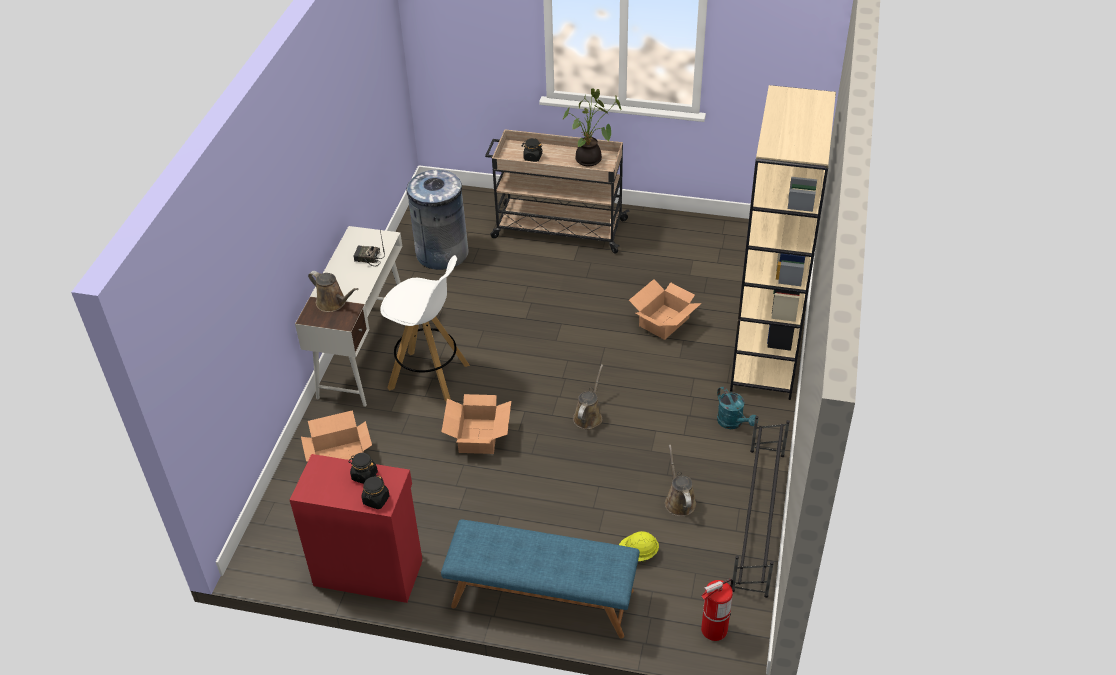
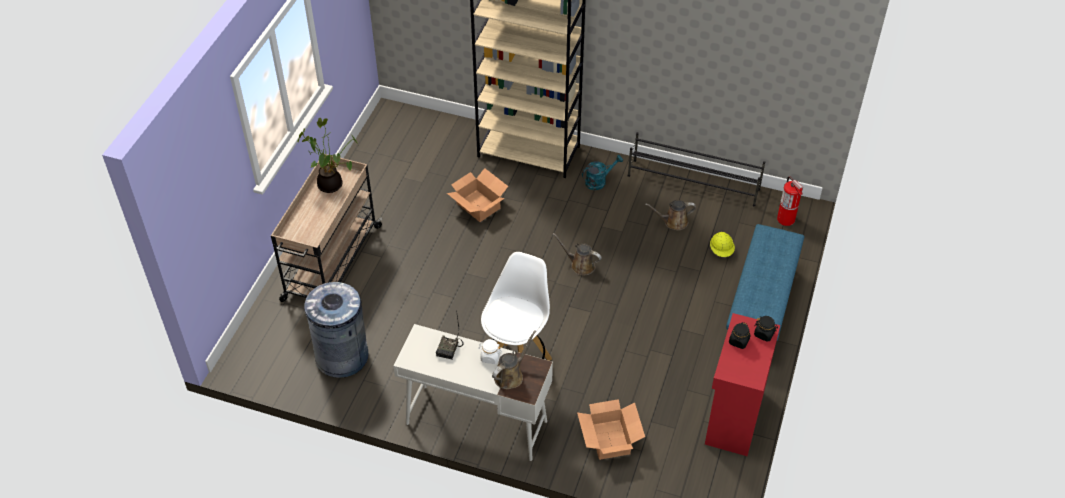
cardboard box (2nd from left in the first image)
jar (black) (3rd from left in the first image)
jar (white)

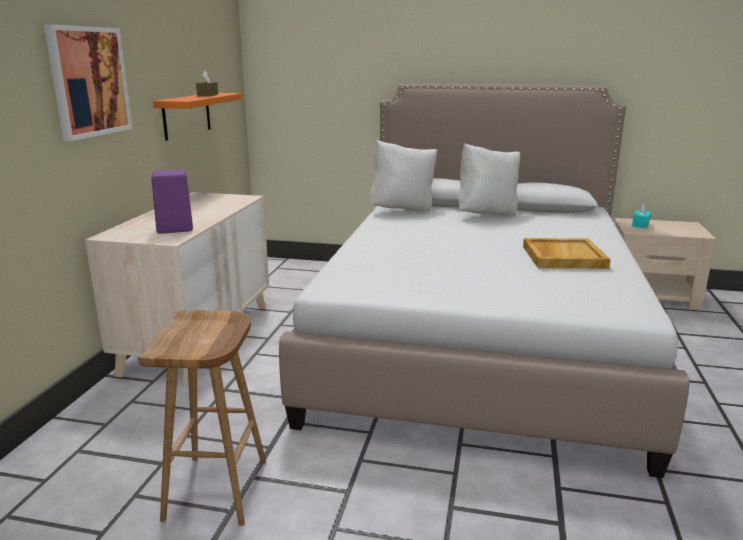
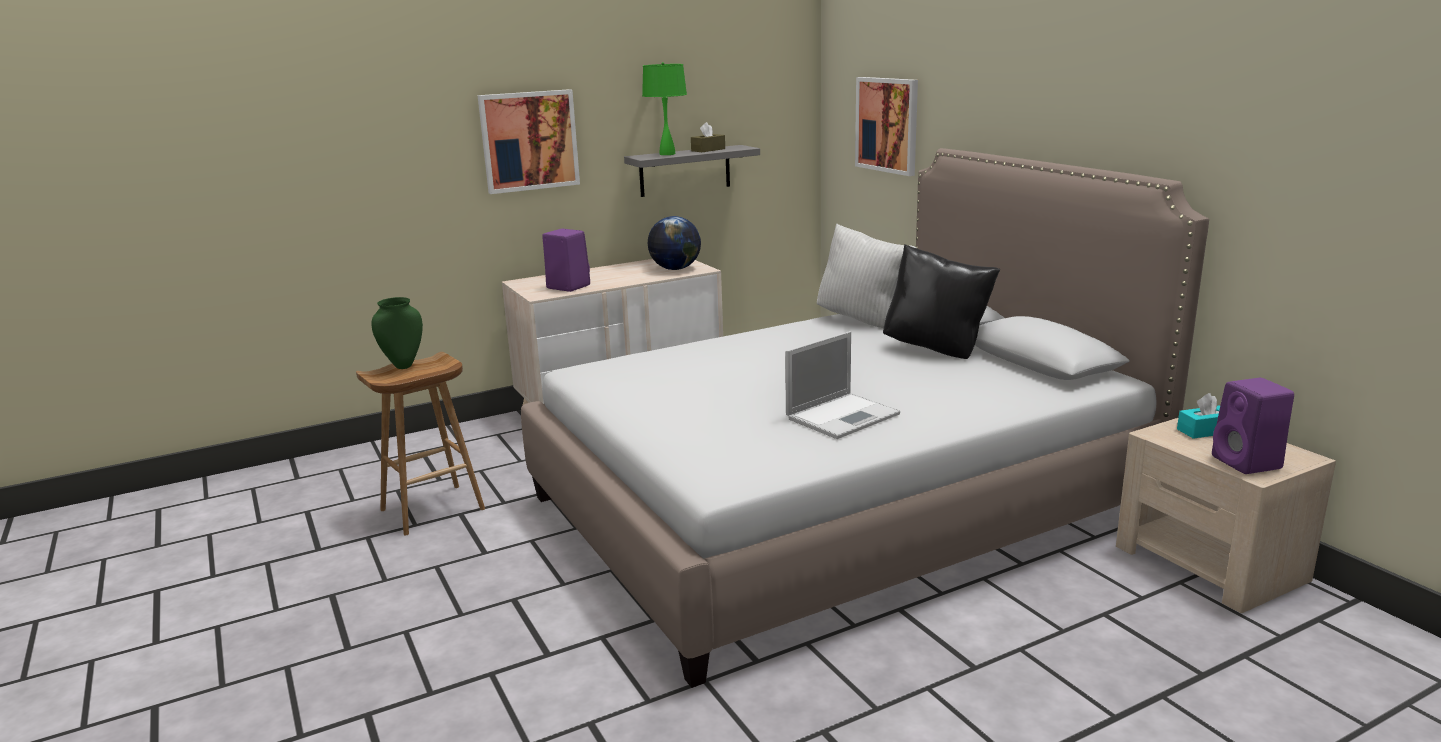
shelf (grey)
pillow (black)
laptop
vase (green)
table lamp (green)
globe
picture (2nd from left)
speaker (purple) (2nd from left)

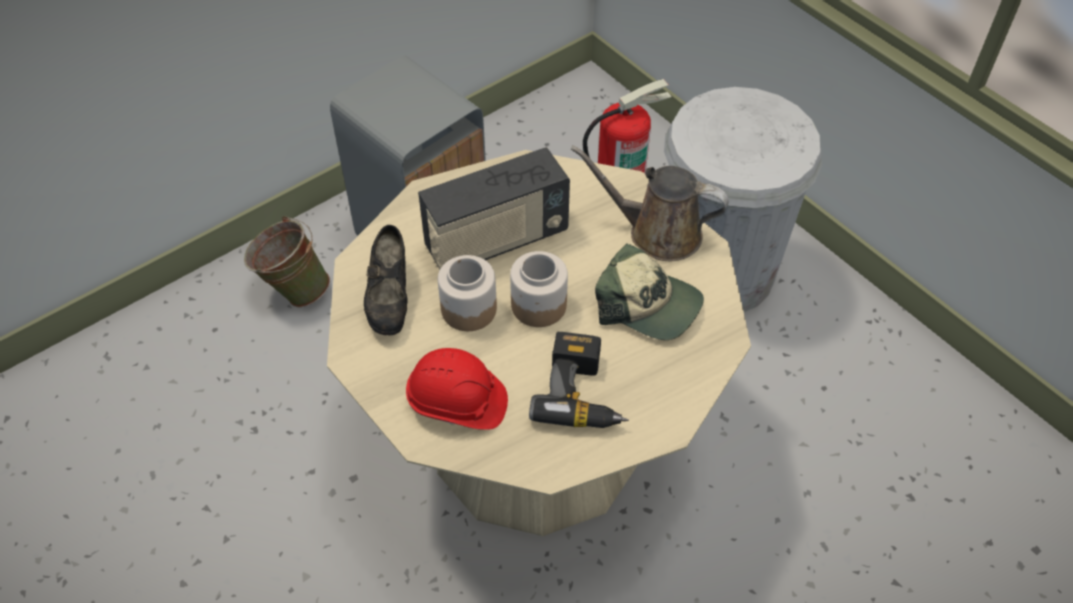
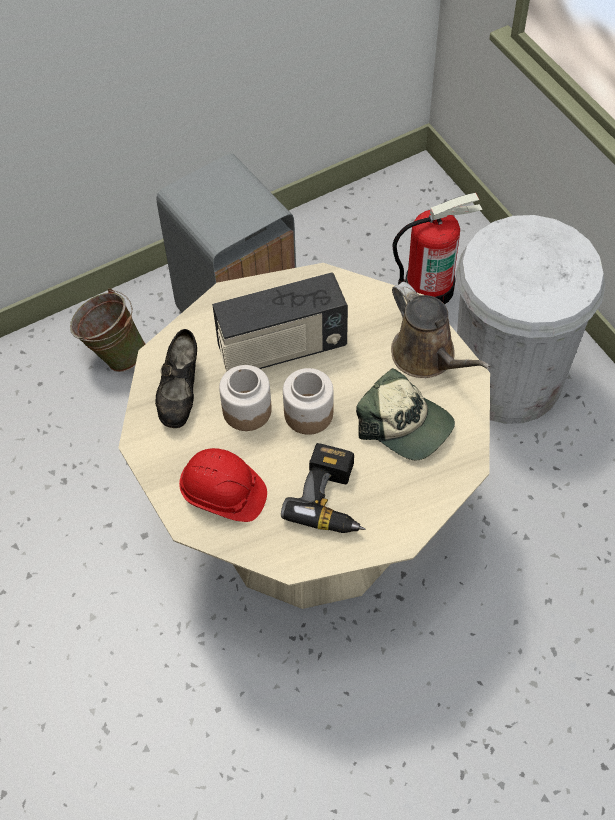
watering can (brown)

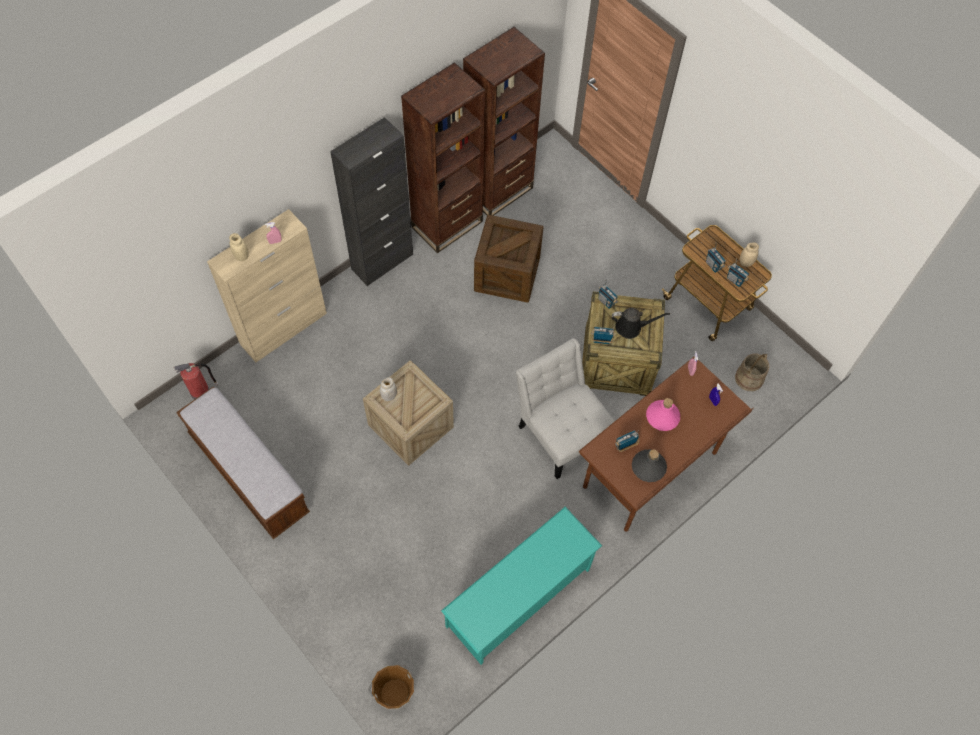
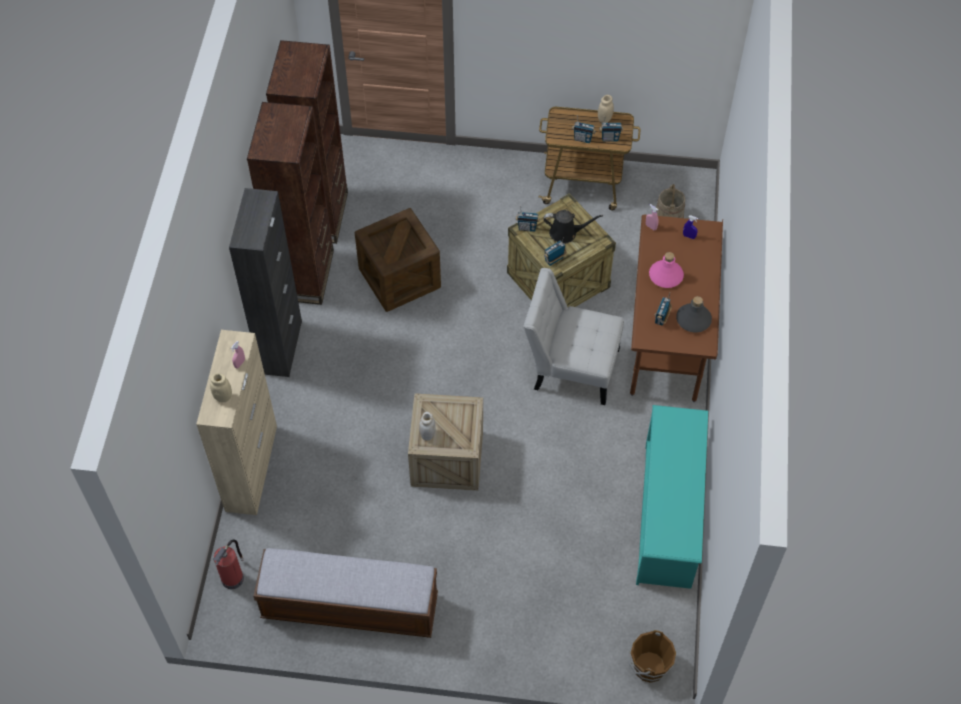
watering can (black)

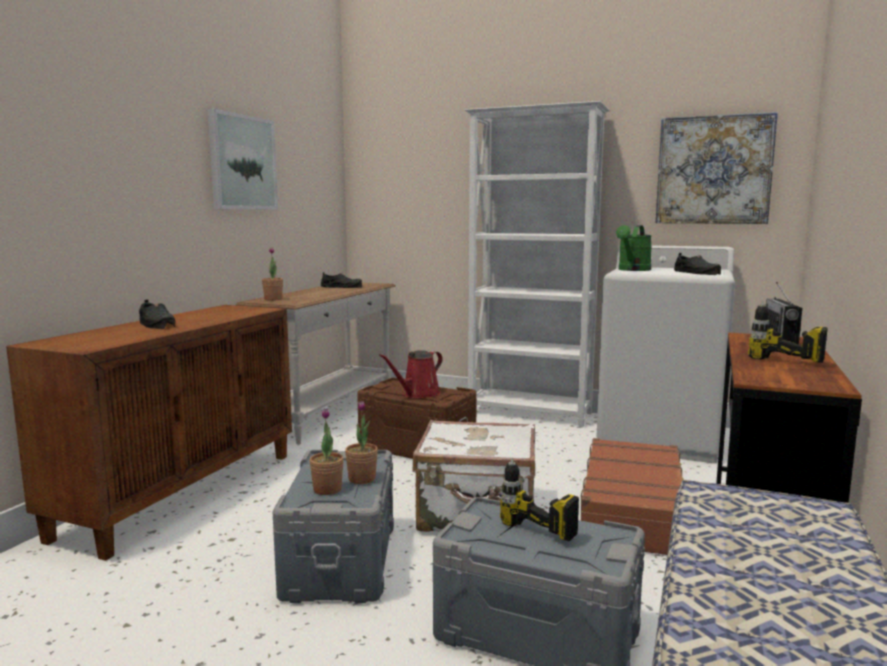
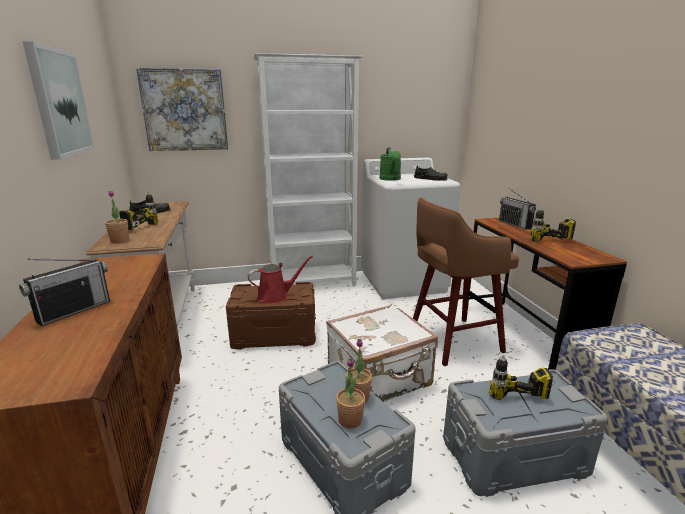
radio (1st from left)
watering can (red)
stool (brown)
picture (2nd from left)
power drill (1st from left)

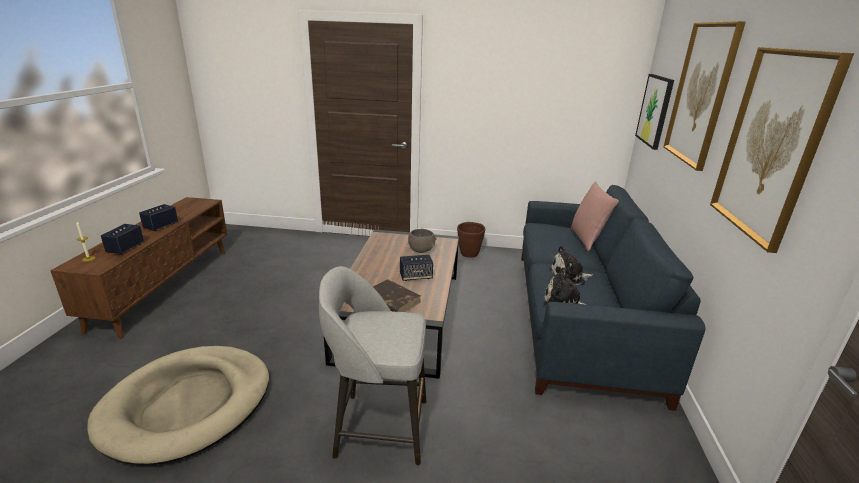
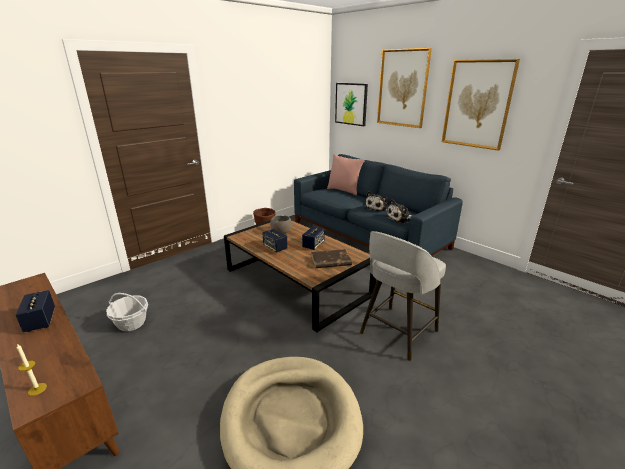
speaker (2nd from left)
basket

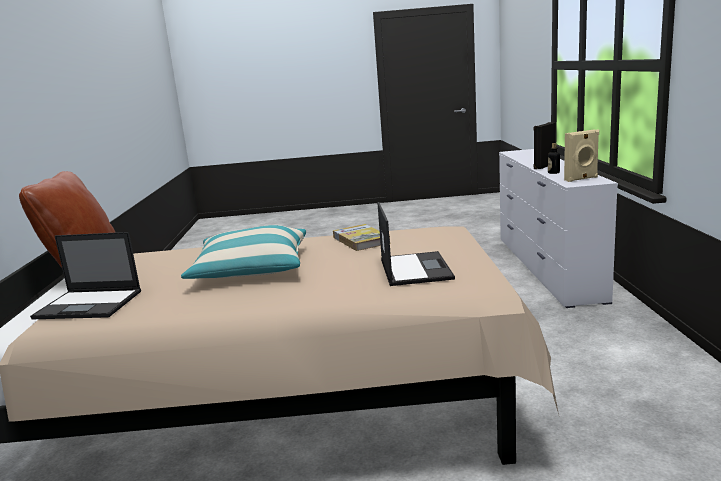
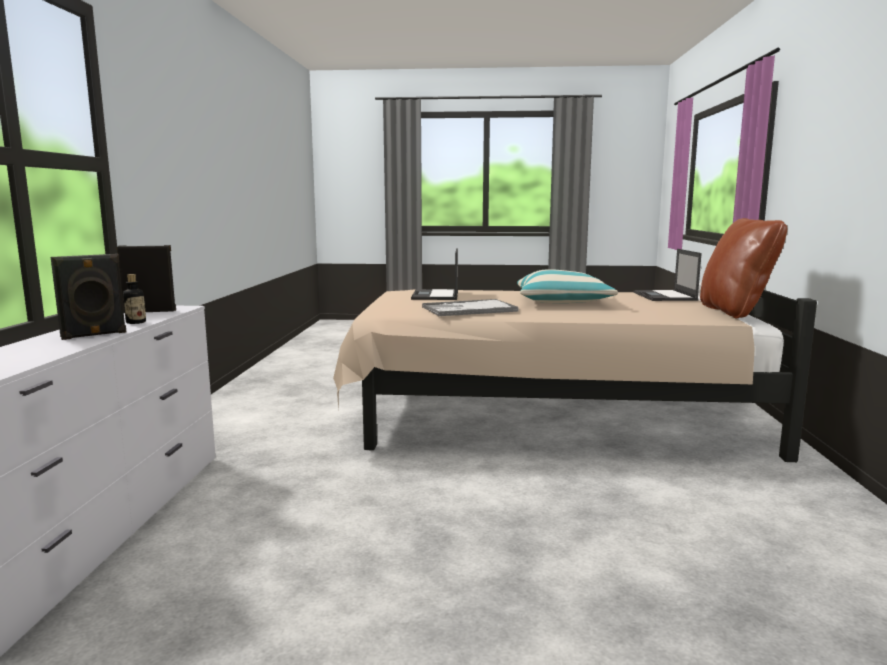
laptop (2nd from left)
tray
speaker (black) (2nd from left)

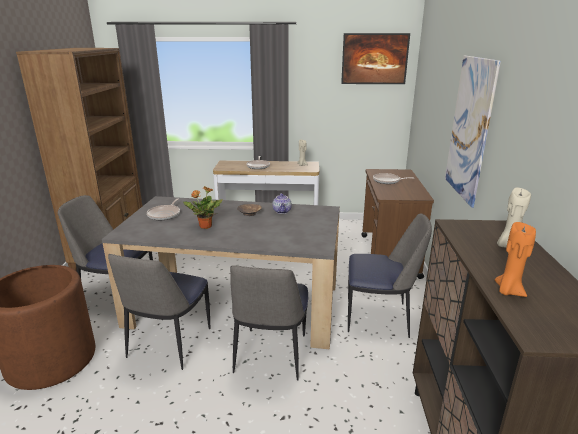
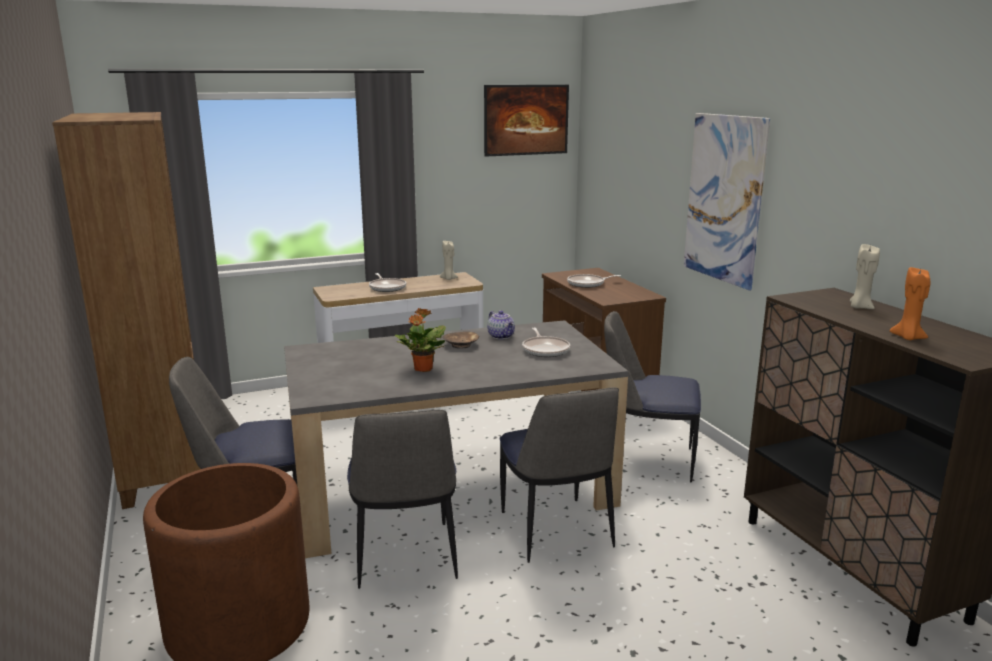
frying pan (2nd from left)
chair (4th from left)

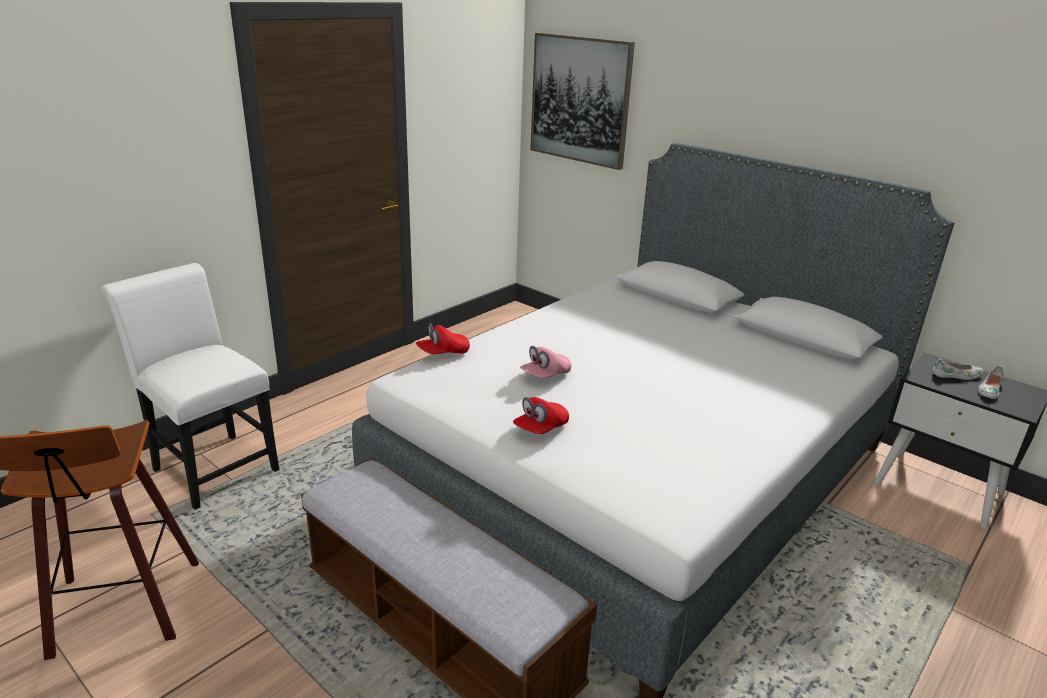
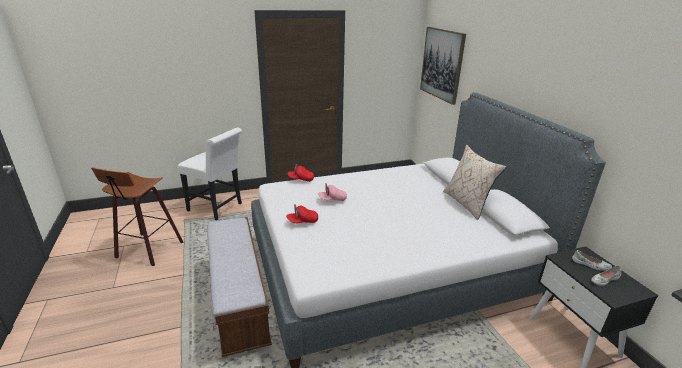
chair (white)
pillow (beige)

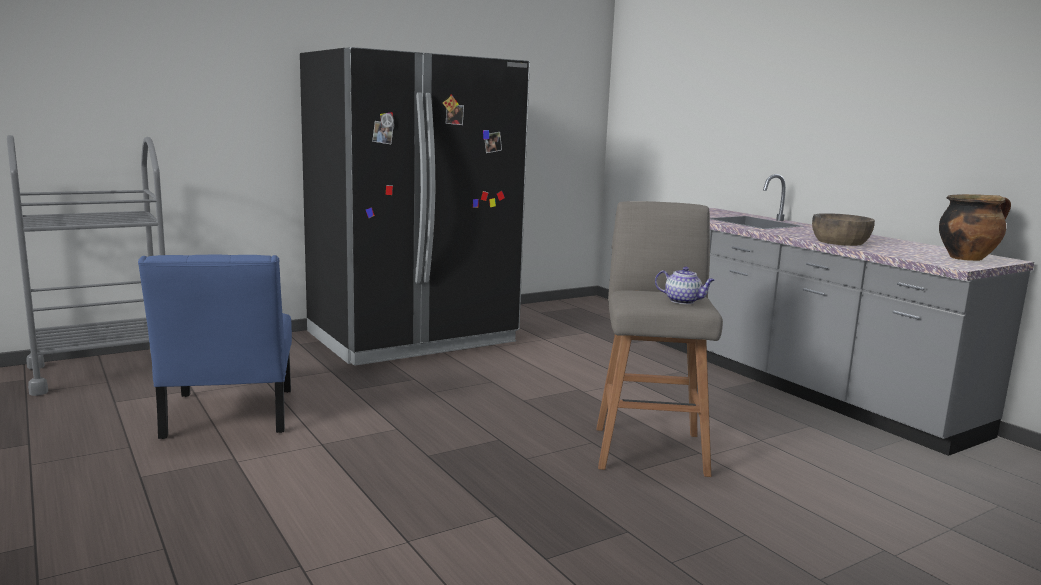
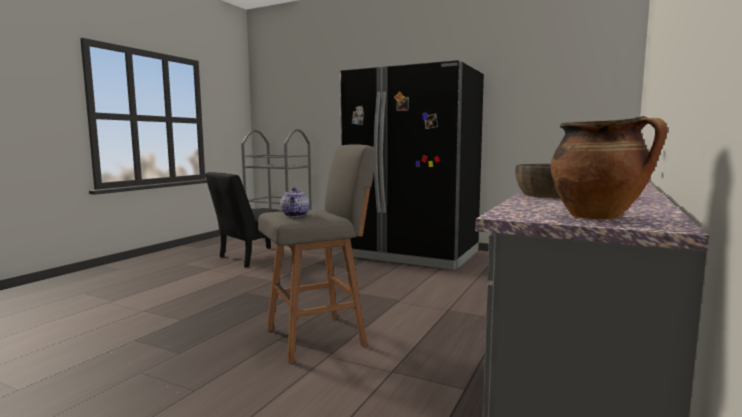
chair (black)

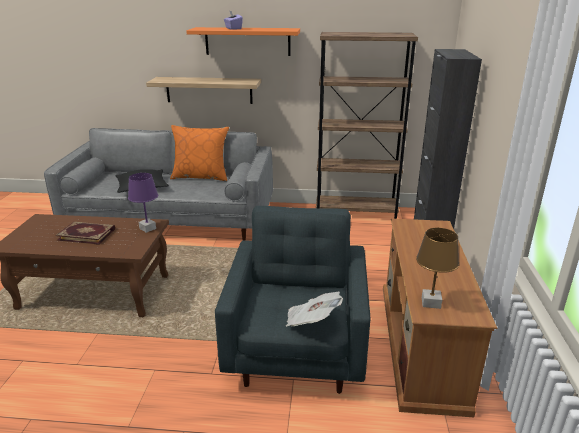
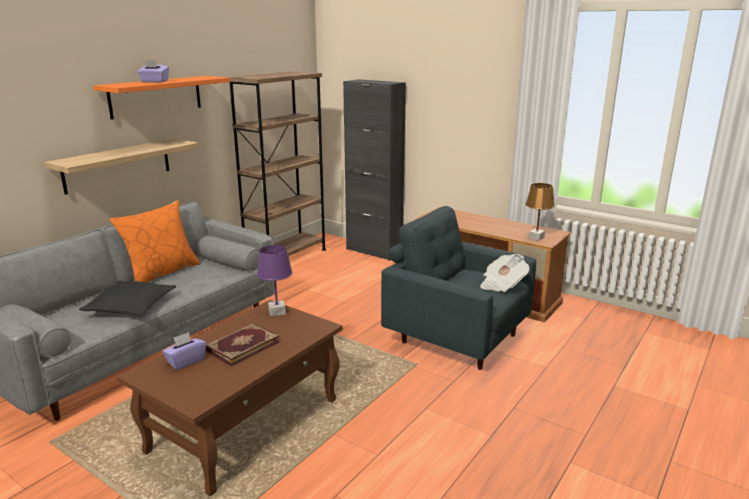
tissue box (purple) (2nd from left)

